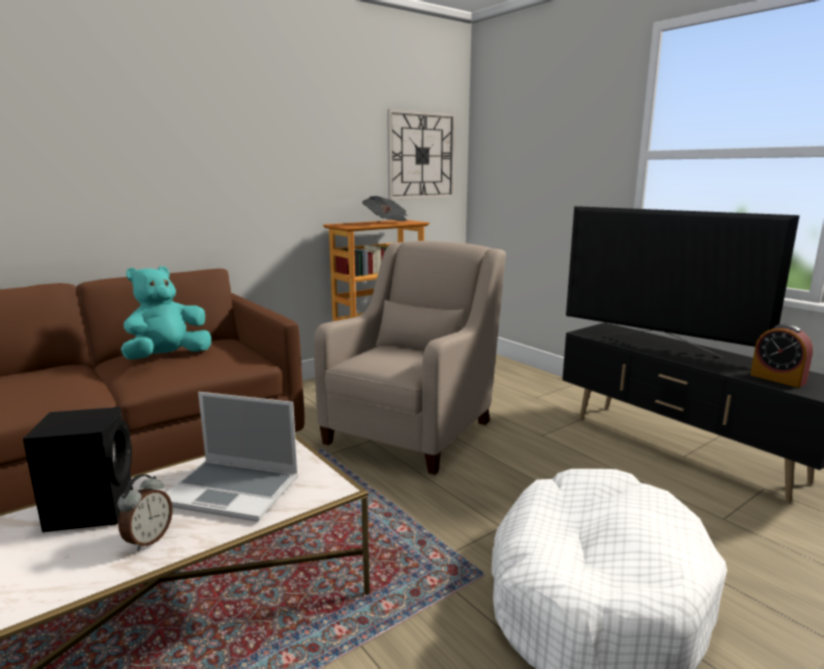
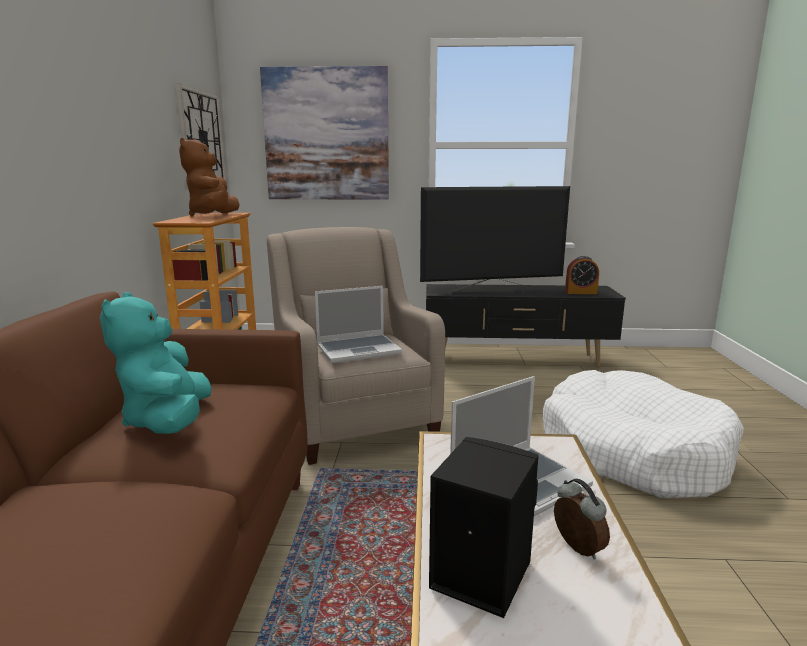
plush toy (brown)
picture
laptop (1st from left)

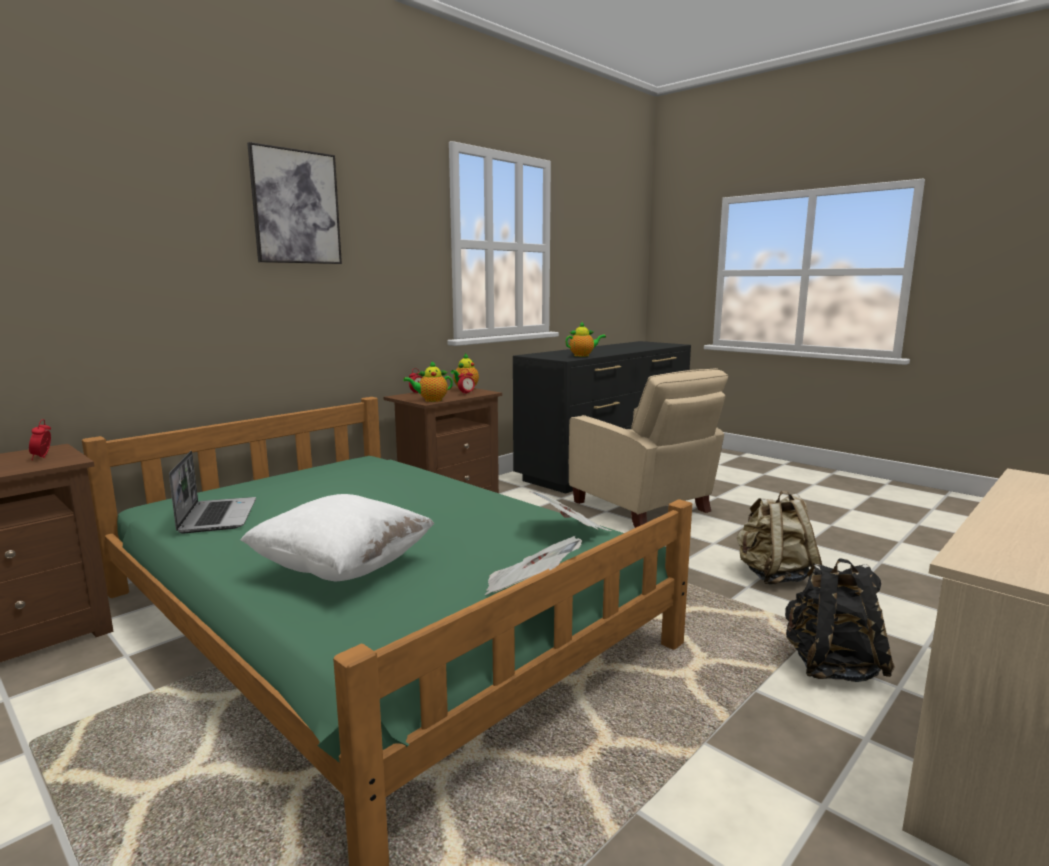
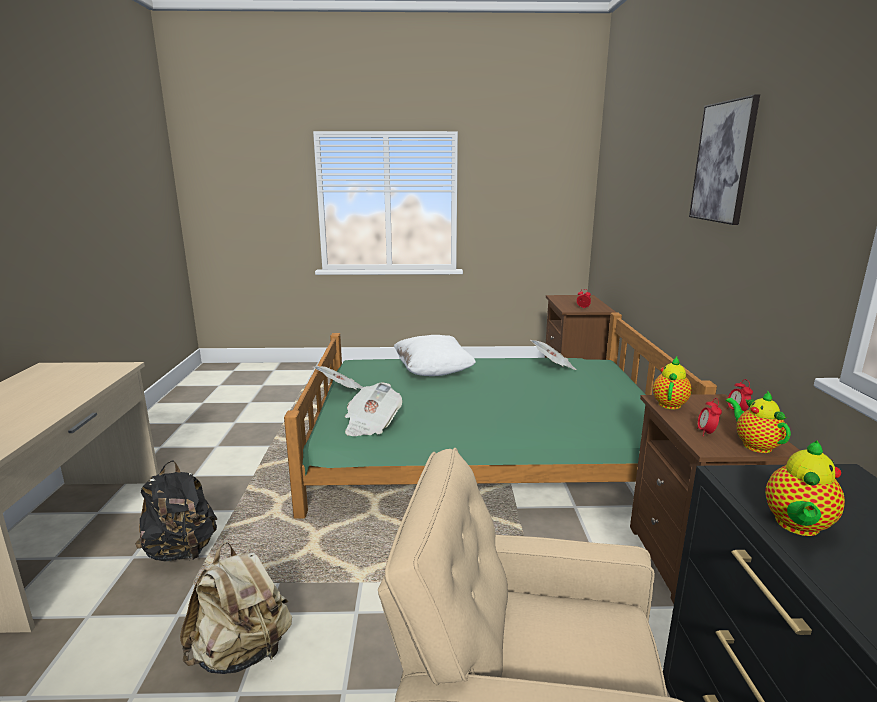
newspaper (3rd from left)

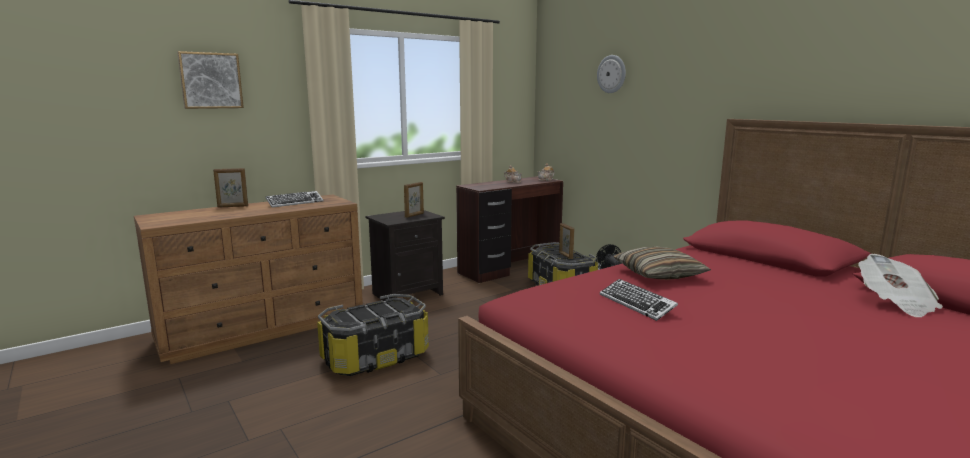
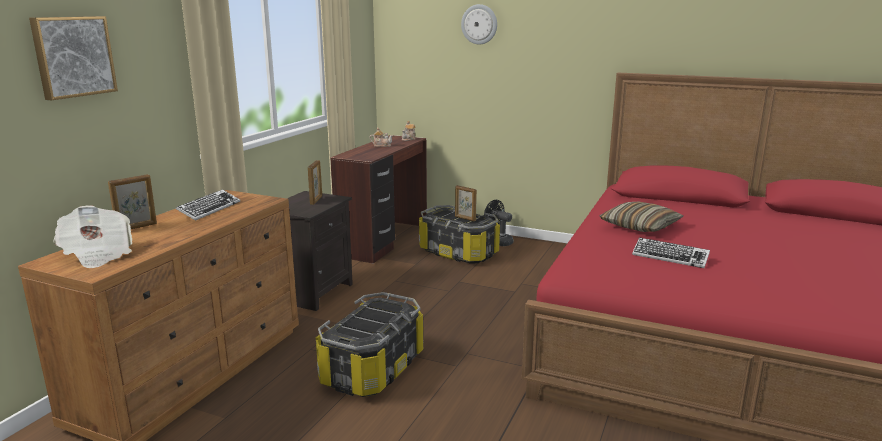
newspaper

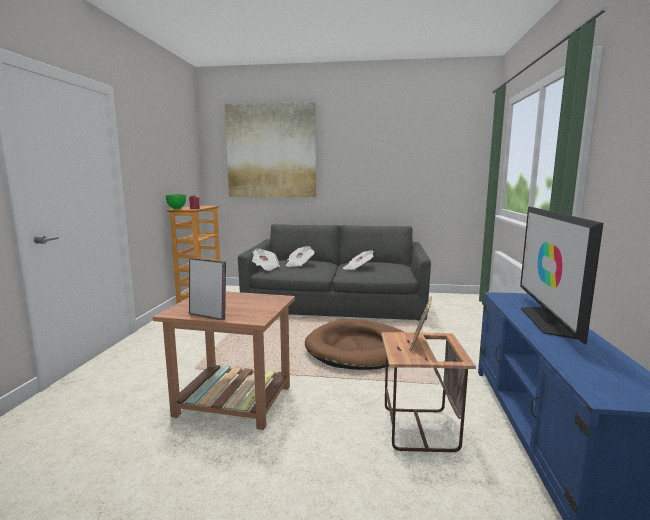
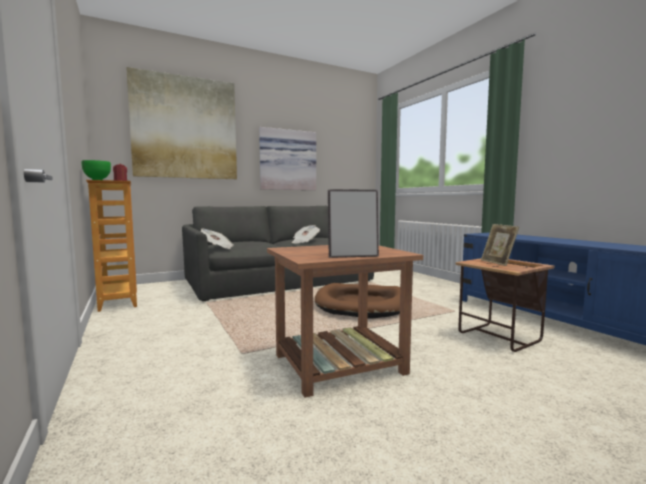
newspaper (2nd from left in the first image)
television
picture (2nd from left)

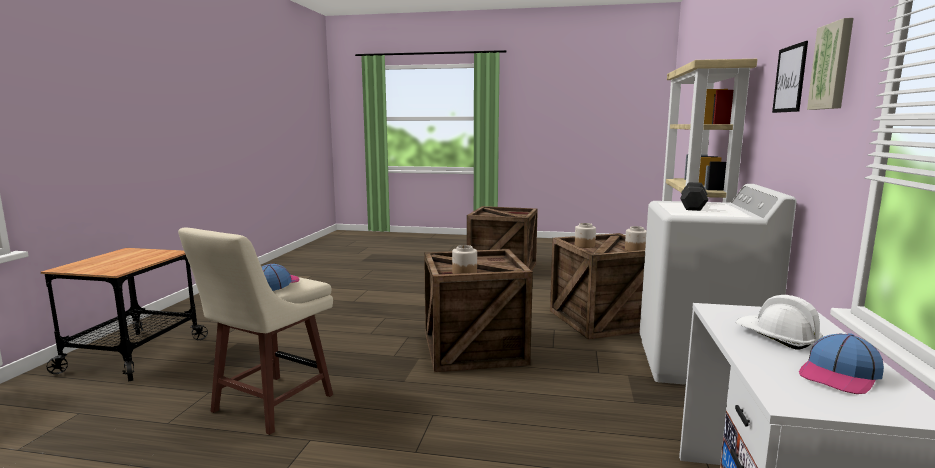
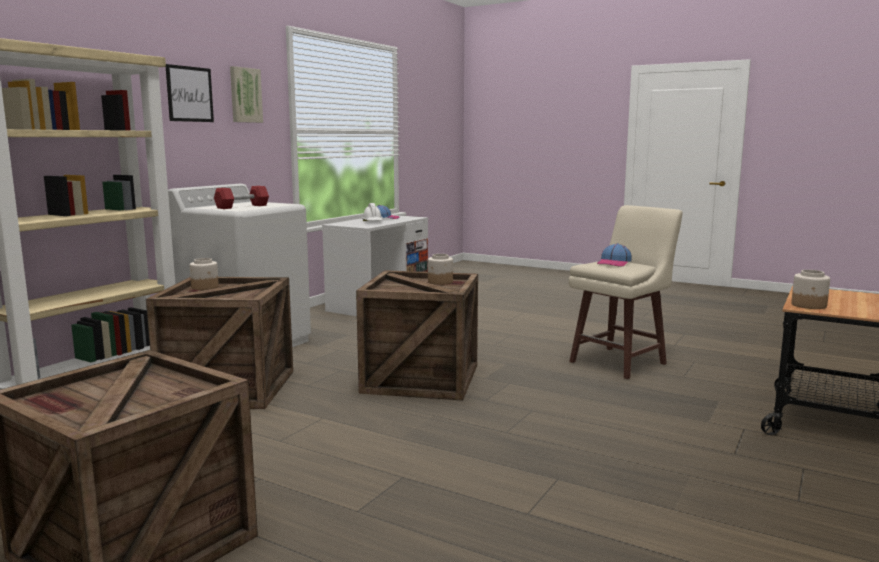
jar (3rd from left)
dumbbell (red)

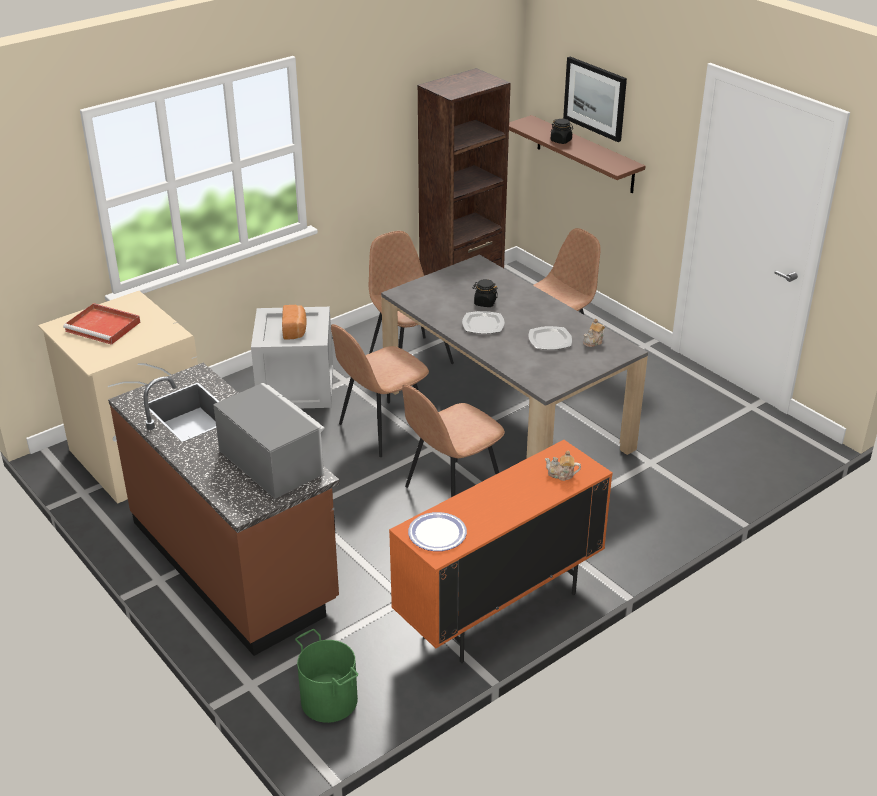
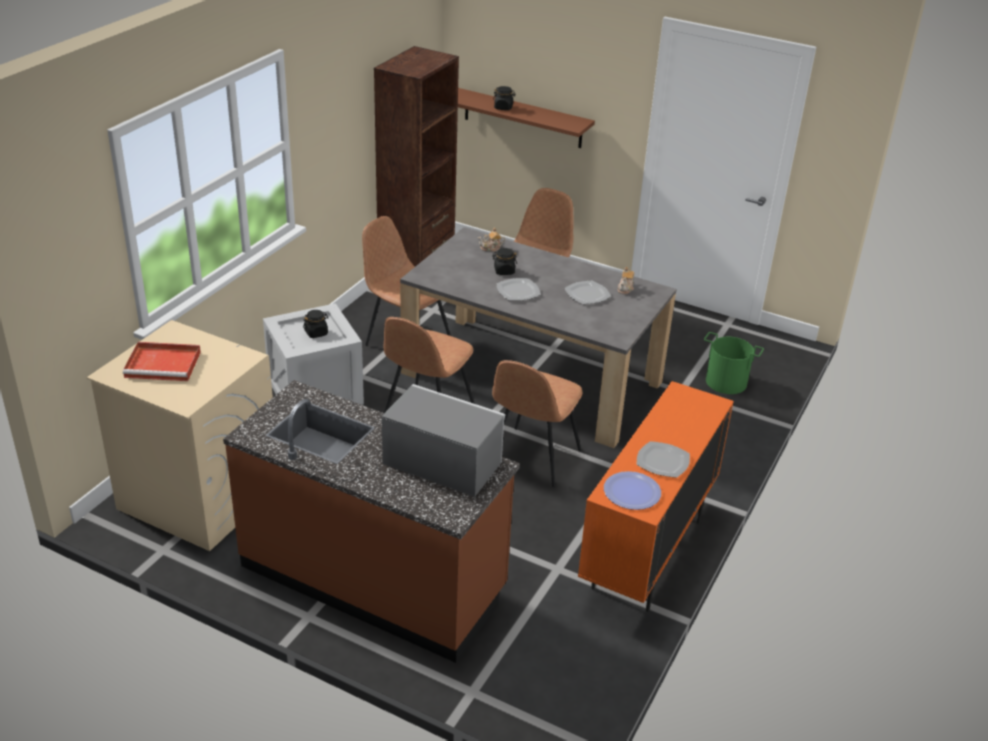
jar (black) (1st from left)
bucket (green)
teapot (1st from left)
picture
plate (4th from left)

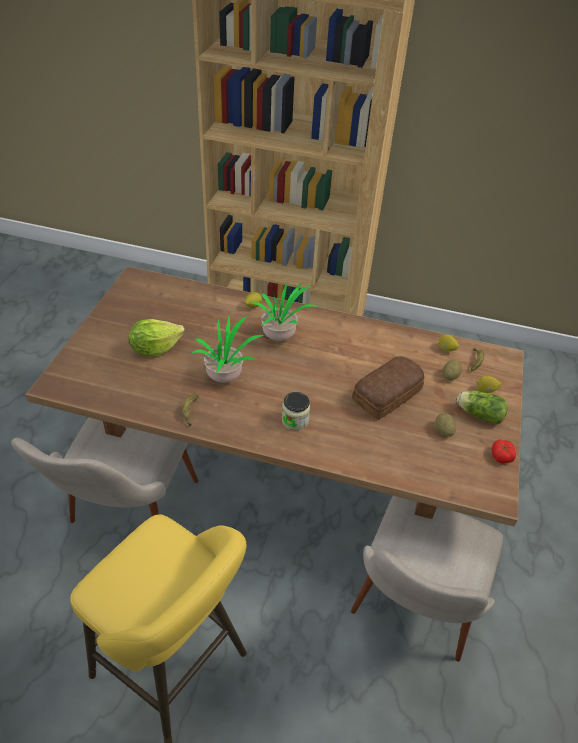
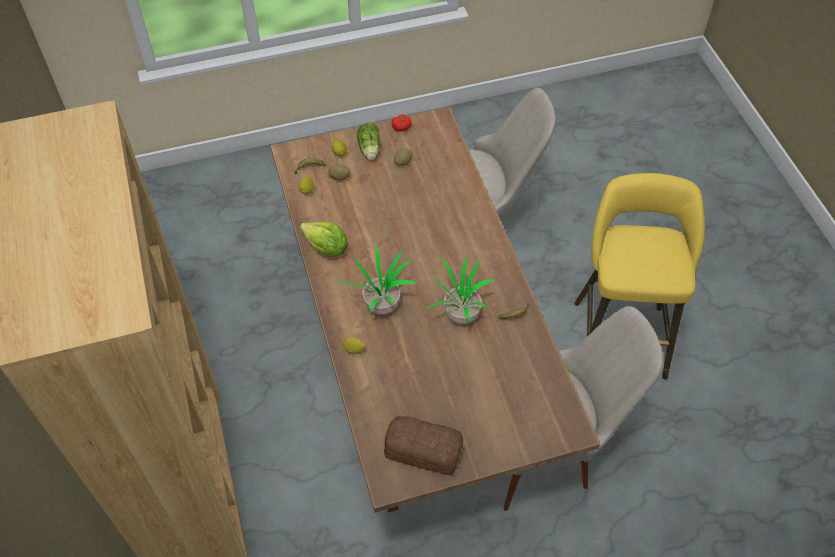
lettuce (1st from left)
jar
bread

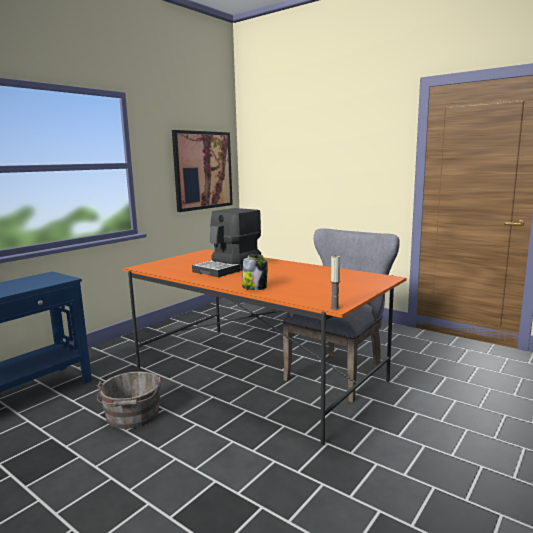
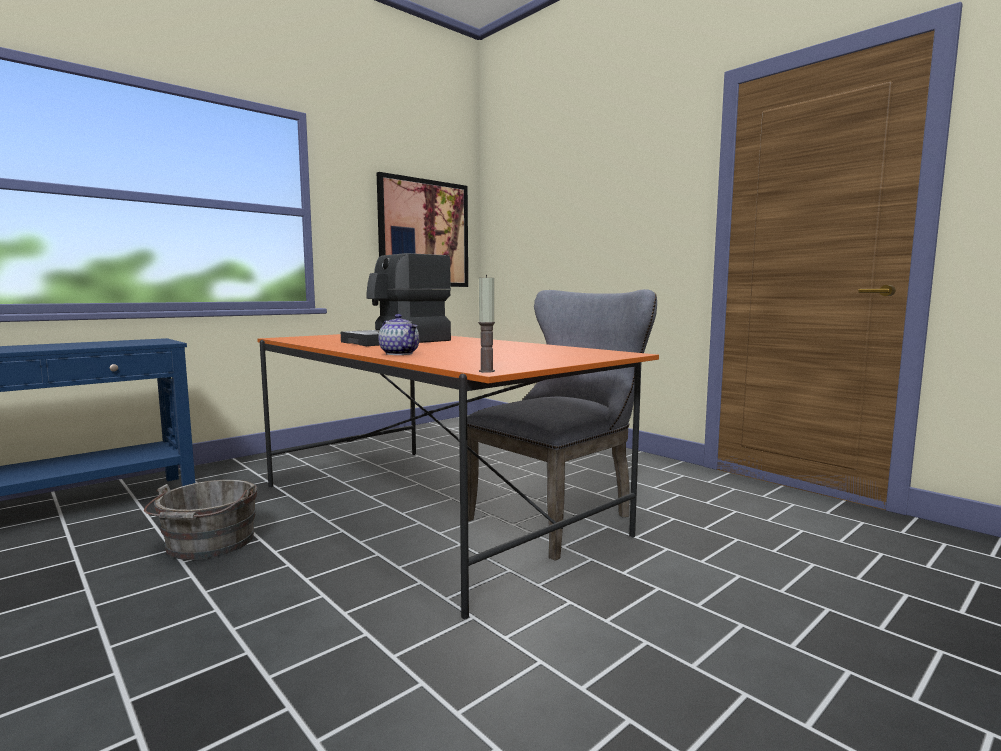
teapot

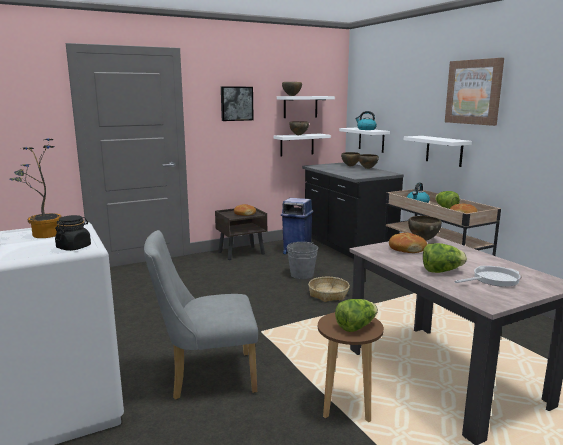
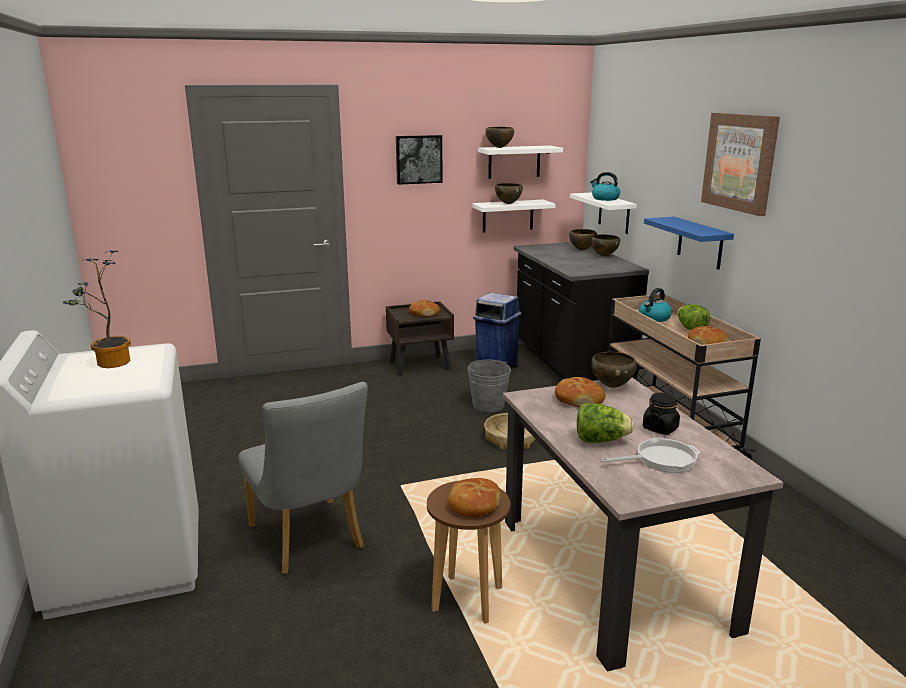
jar (black)
chair (grey)
bread (2nd from left)
shelf (blue)

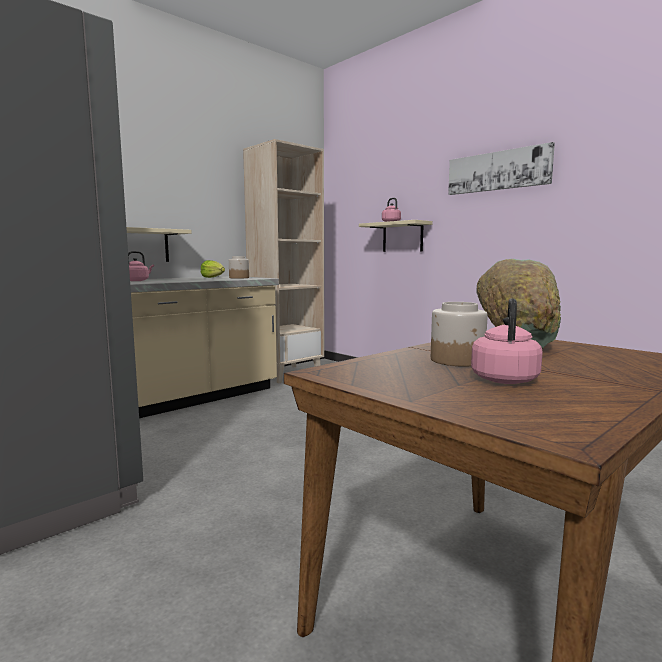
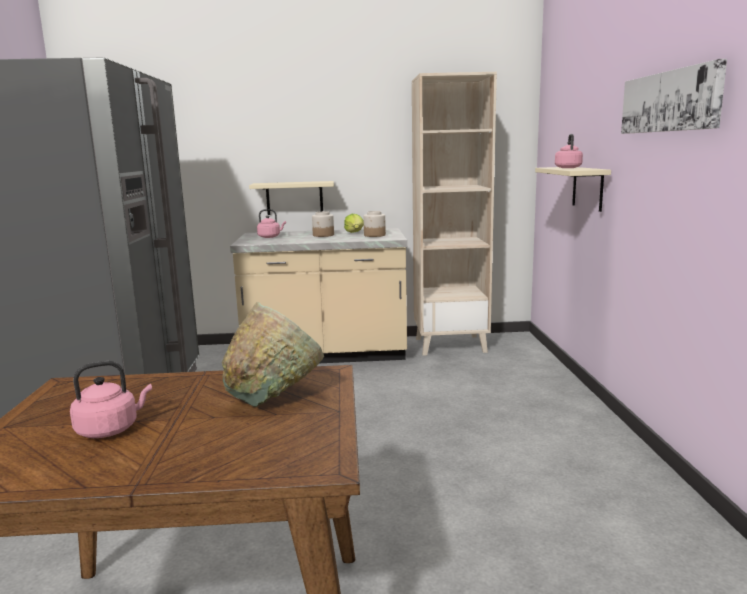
jar (1st from left)

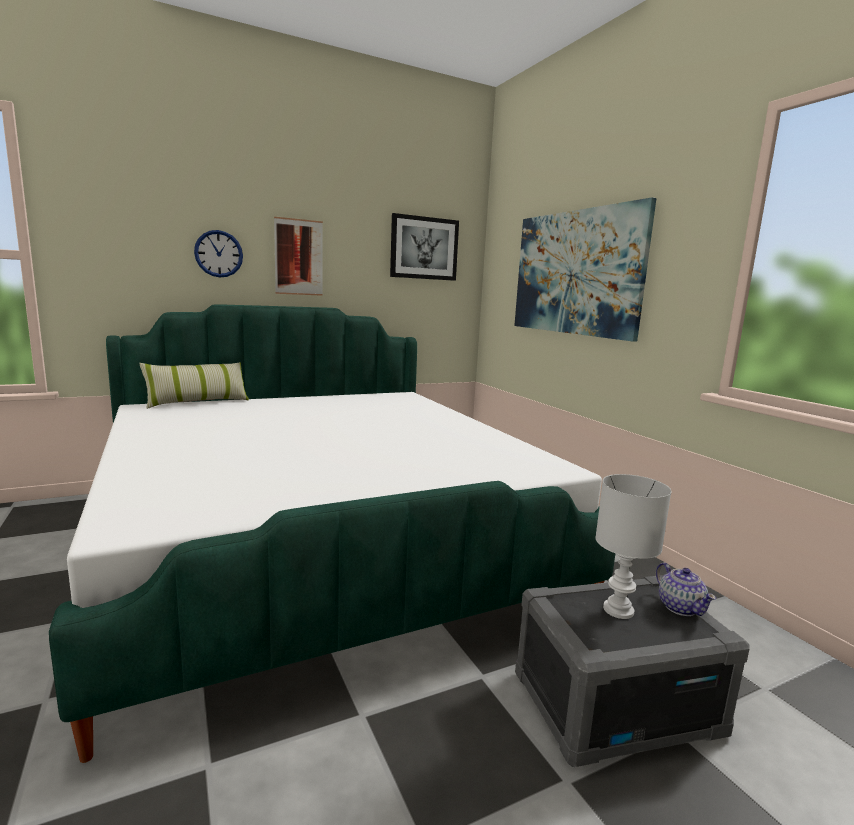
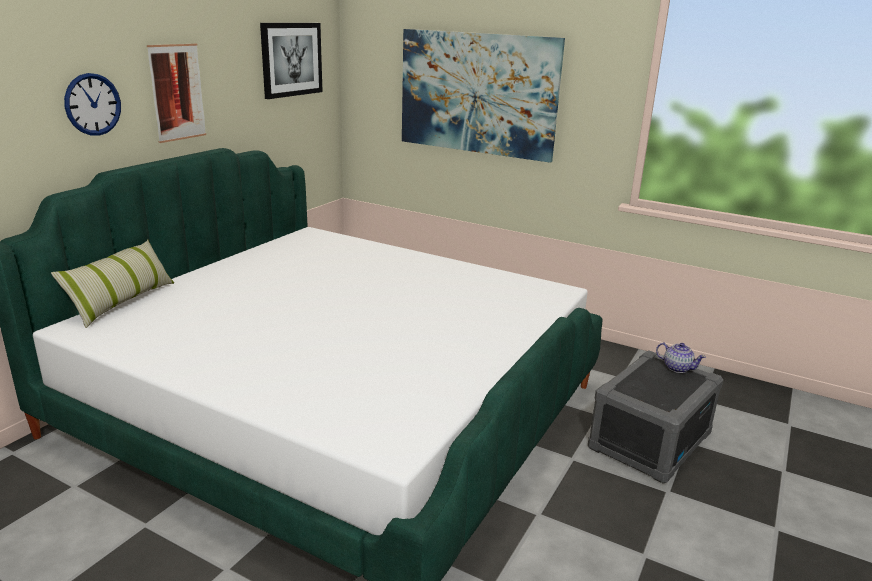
table lamp (white)

